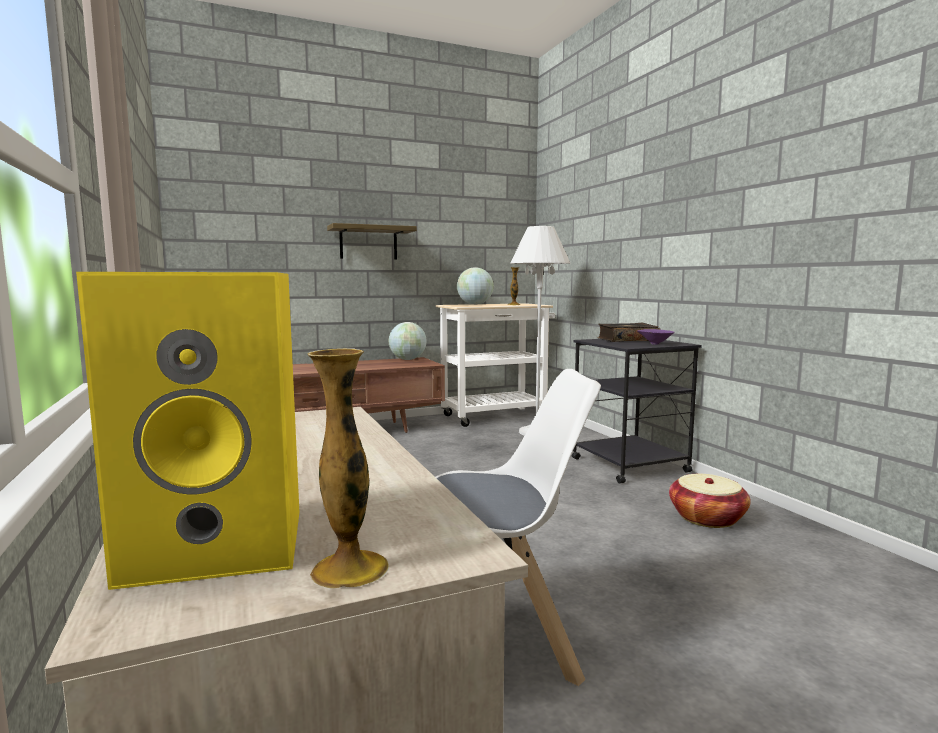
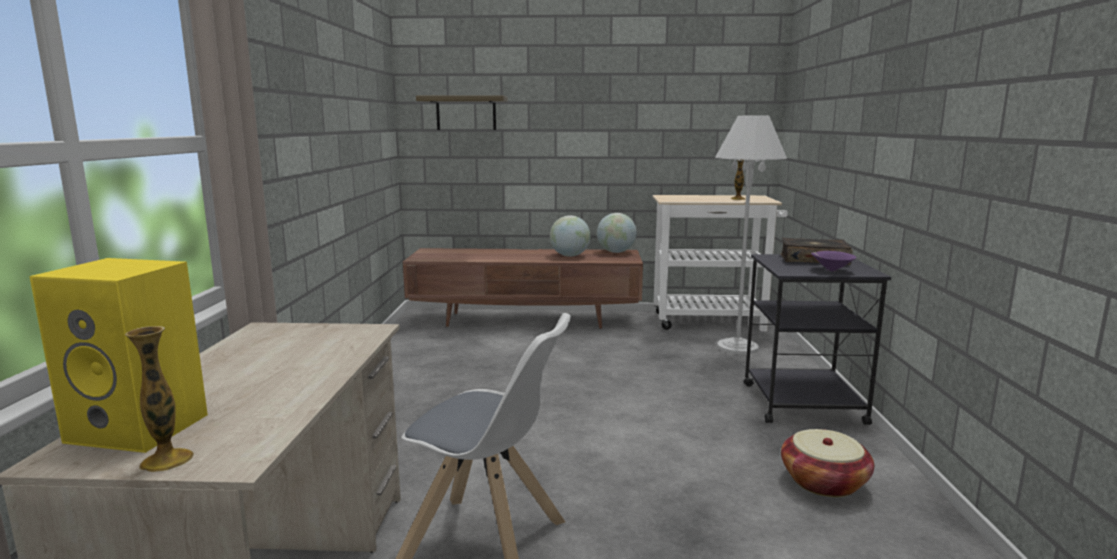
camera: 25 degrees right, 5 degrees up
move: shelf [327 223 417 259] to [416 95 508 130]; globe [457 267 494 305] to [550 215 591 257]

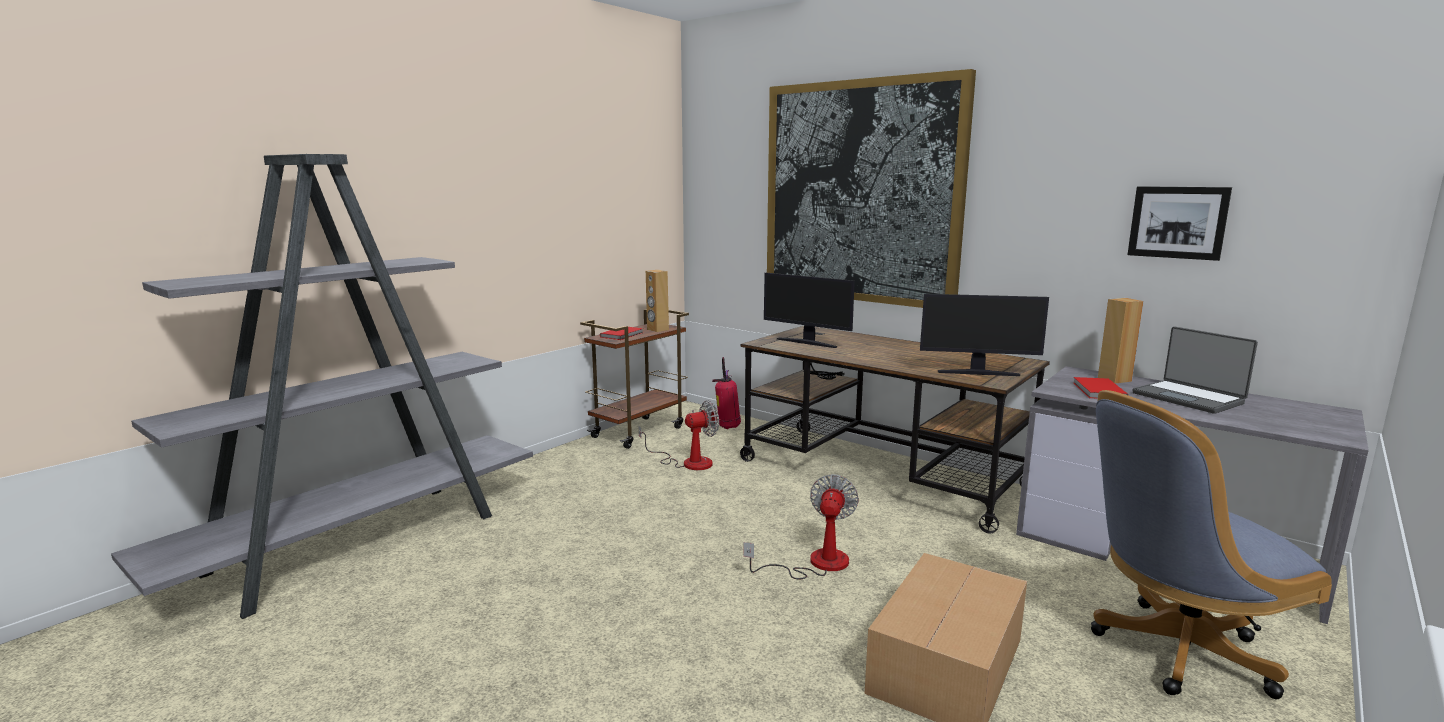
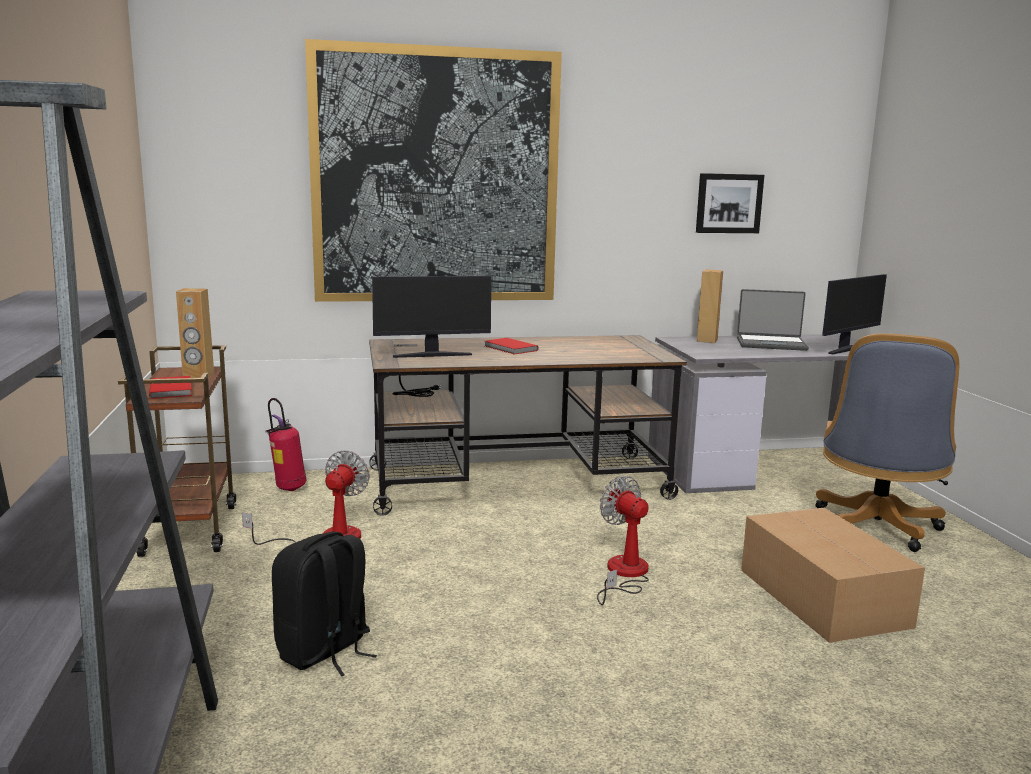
camera: 50 degrees left, 0 degrees up
insert: black backpack [272 532 377 676]
move: monitor [920 294 1049 376] to [822 274 887 354]; red book [1074 377 1129 399] to [485 338 539 355]

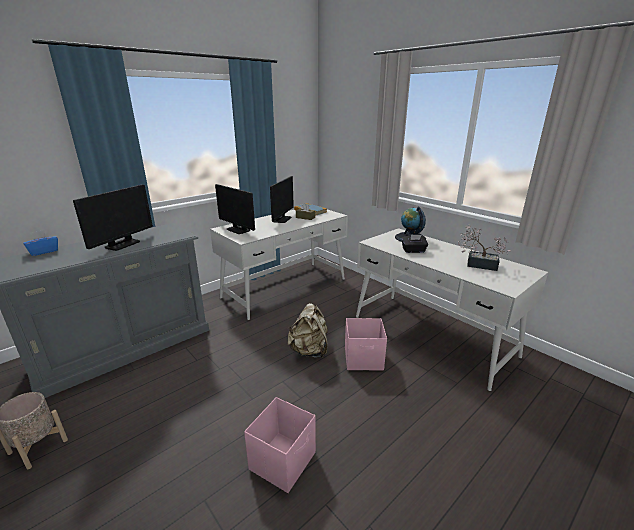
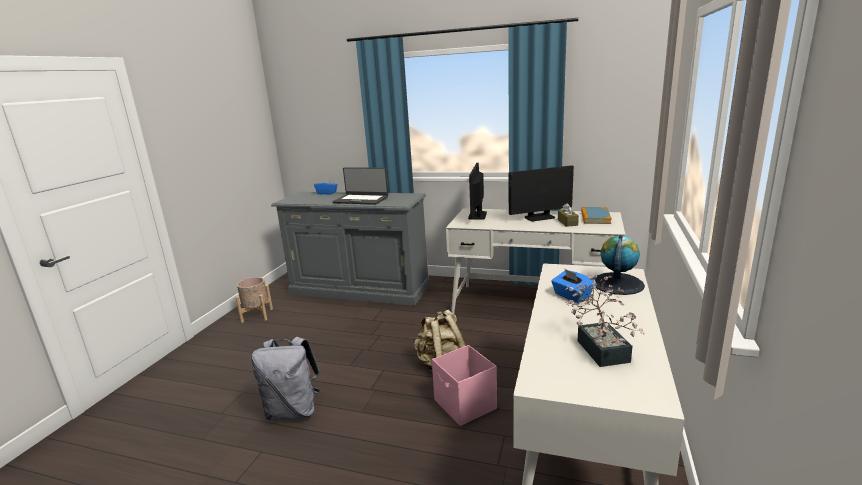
camera: 60 degrees right, 5 degrees down
replace: monitor [73 184 153 251] to laptop [332 167 388 205]; pink storage box [244 397 316 493] to grey backpack [251 337 320 420]
recolor: black tissue box [402 234 428 253] to blue tissue box [551 269 594 303]

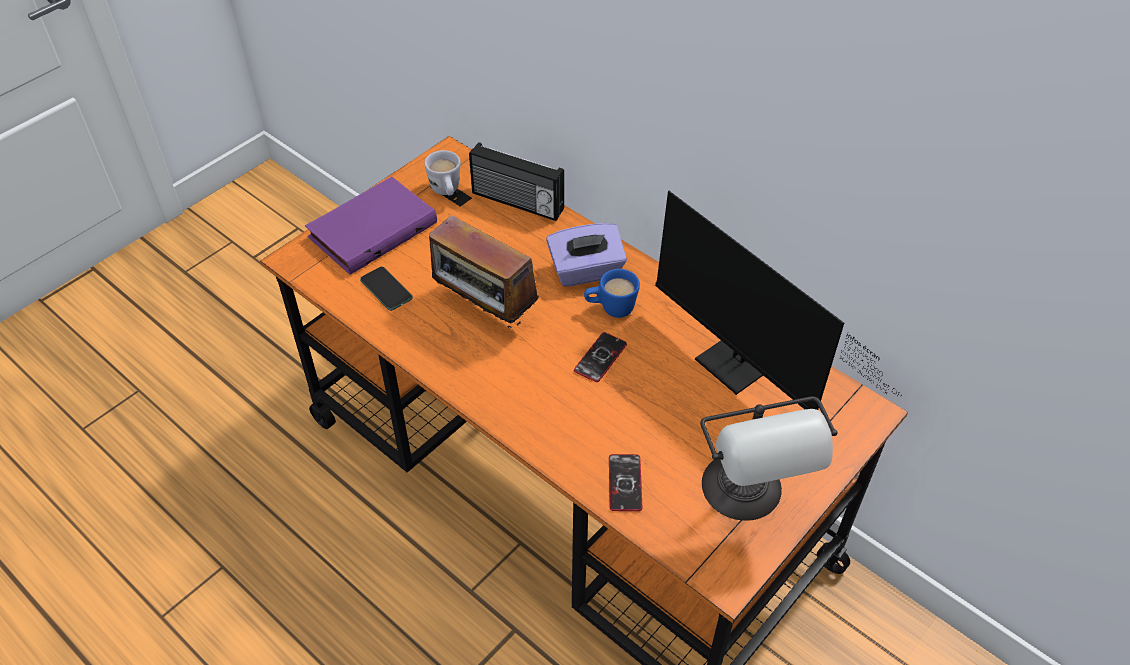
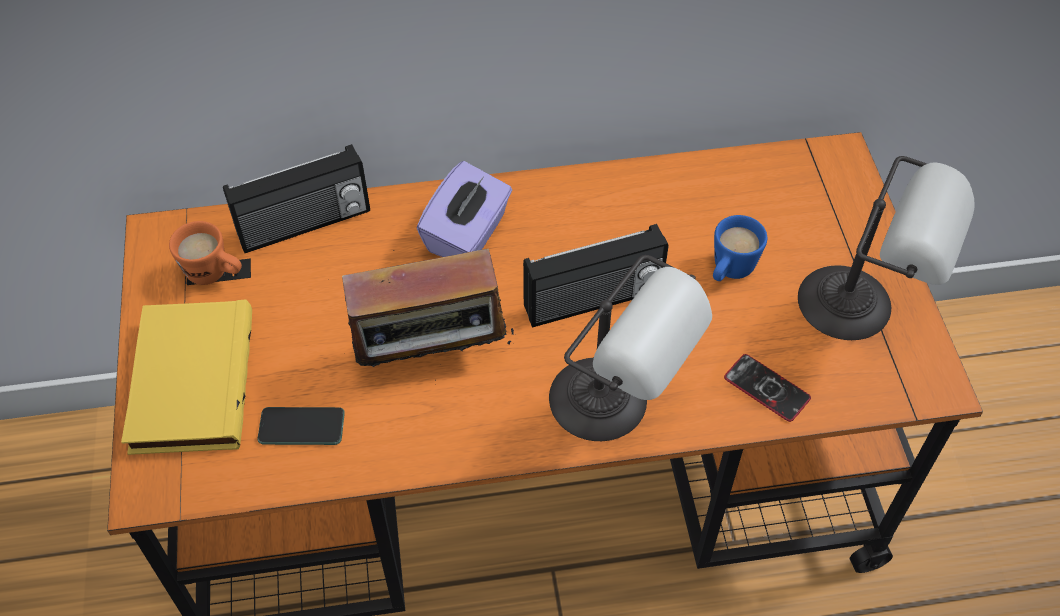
camera: 50 degrees left, 5 degrees up
delete: monitor [655 191 902 410]
insert: table lamp [549 255 712 441]
move: blue mug [584 269 640 318] to [713 215 767 281]
replace: phone [574 332 627 382] to radio [523 224 669 328]
recolor: purple book [305 177 437 275] to yellow book [121 300 252 455]; white mug [424 150 461 195] to orange mug [169 221 242 285]

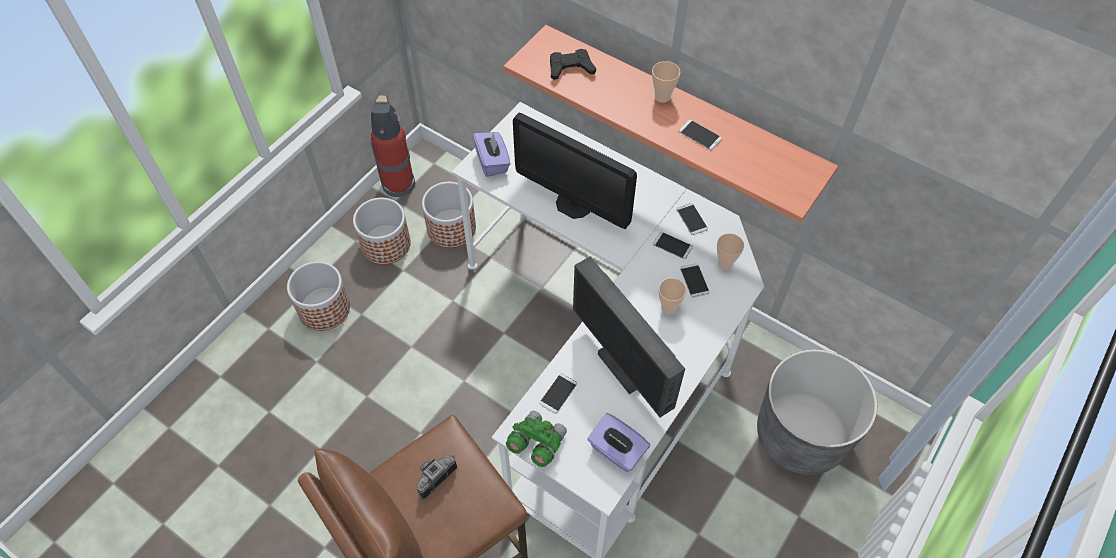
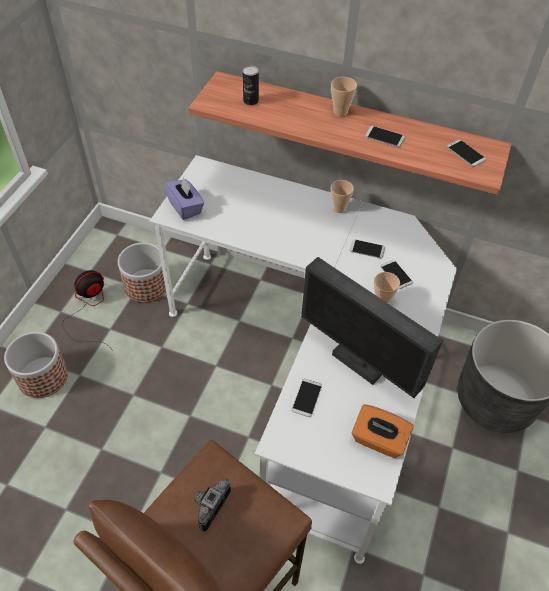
camera: 15 degrees left, 5 degrees down
delete: fire extinguisher [371 95 416 197]; green binoculars [506 411 567 467]; monitor [513 113 637 229]
move: phone [677 203 708 235] to [447 140 486 167]; cup [717 234 744 270] to [331 180 354 213]
replace: planter [353 198 411 265] to fan [62 270 113 351]; black game controller [550 49 596 80] to can [243 66 259 105]
recolor: purple tissue box [587 413 650 472] to orange tissue box [352 404 414 458]

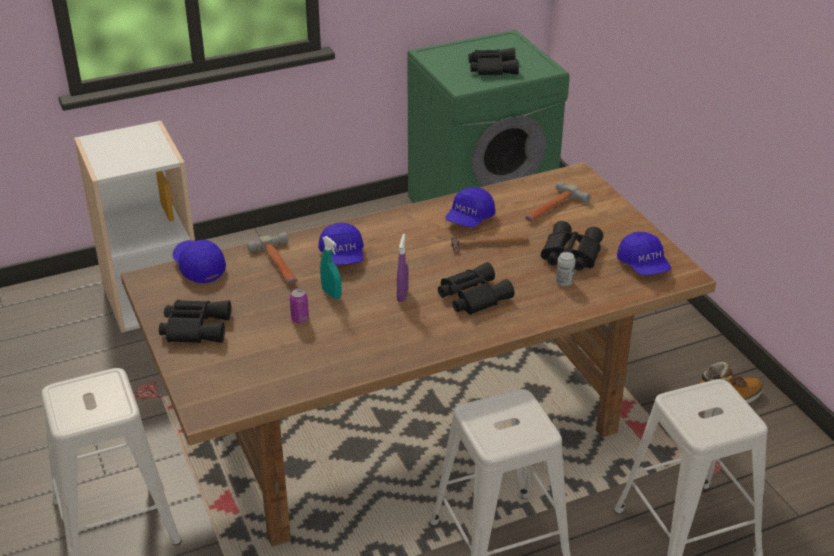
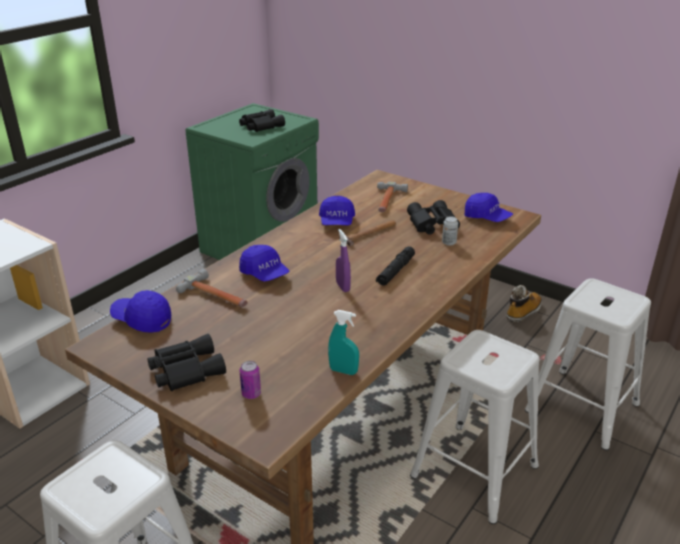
camera: 30 degrees left, 5 degrees down
move: can [290 288 309 323] to [240 361 261 399]; turquoise spray bottle [320 236 342 299] to [328 310 359 375]
replace: black binoculars [438 262 515 315] to black flashlight [376 246 415 286]

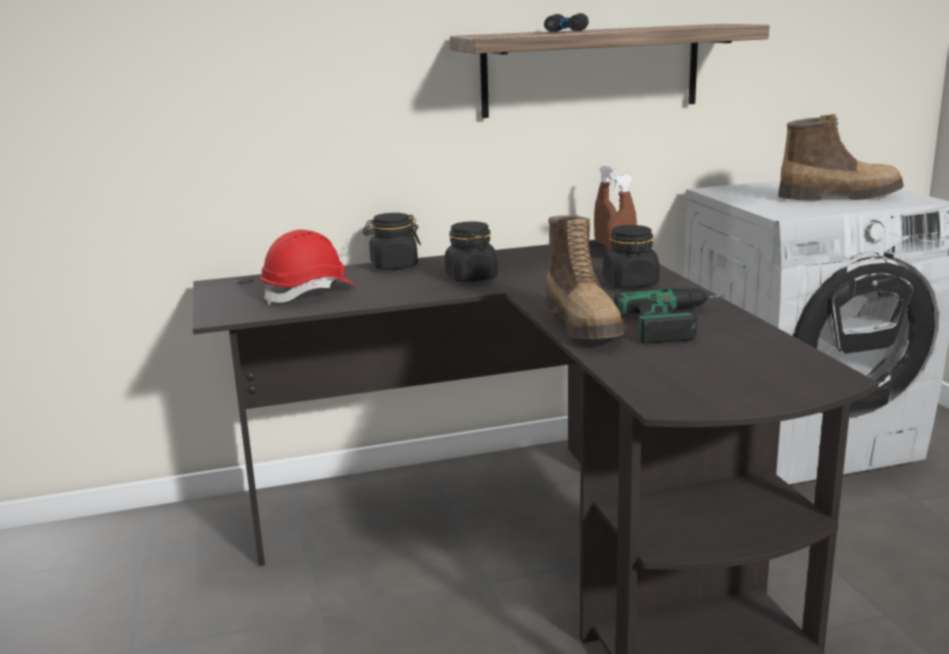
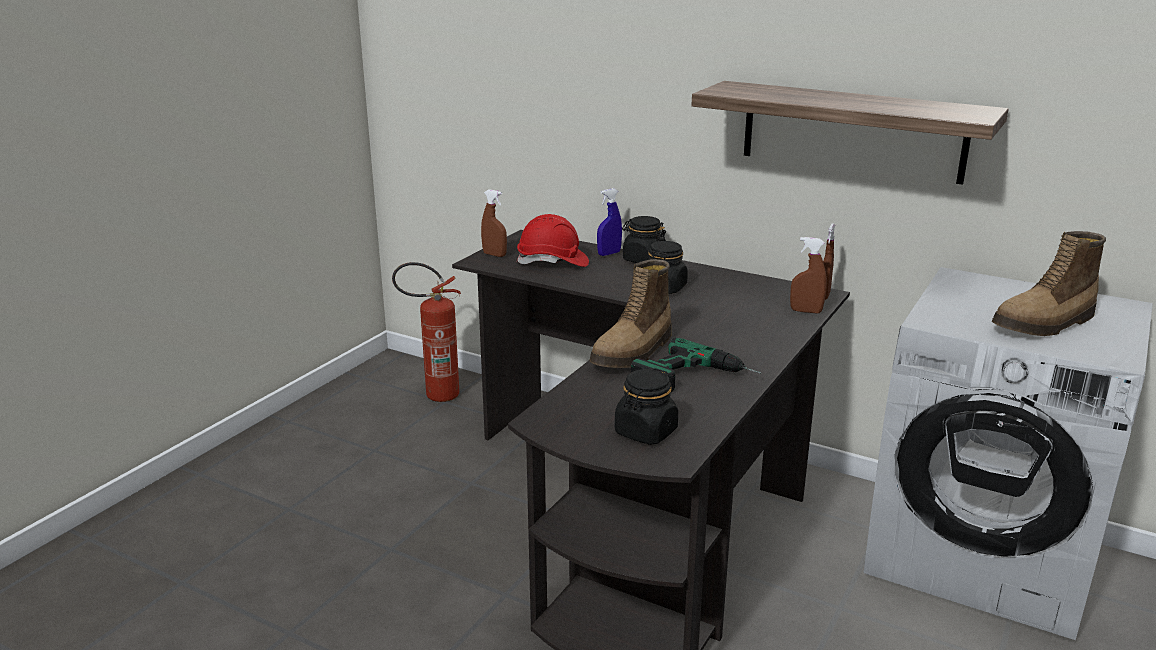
camera: 45 degrees right, 5 degrees up
delete: black binoculars [544 13 589 32]
insert: fire extinguisher [392 262 461 402]; brown spray bottle [481 189 507 257]; blue spray bottle [597 188 622 256]
move: black jar [603 225 660 288] to [615 368 678 445]
rotate: boot [778 114 904 201] = [992 231 1106 336] 105 degrees clockwise

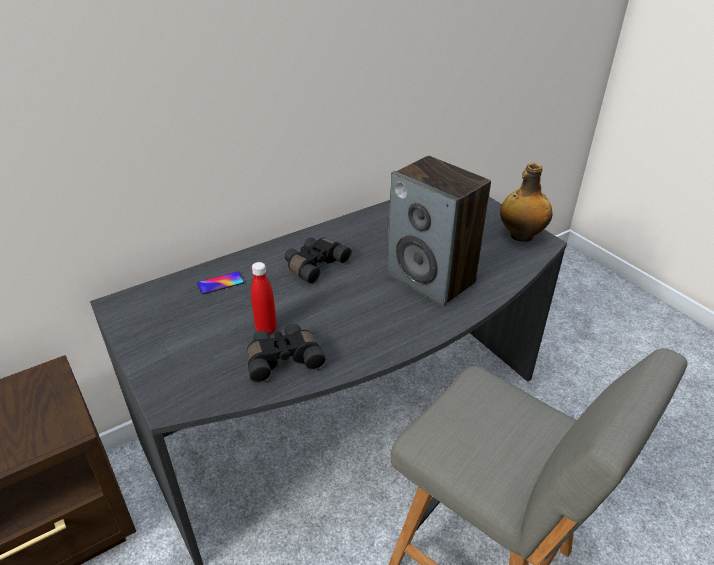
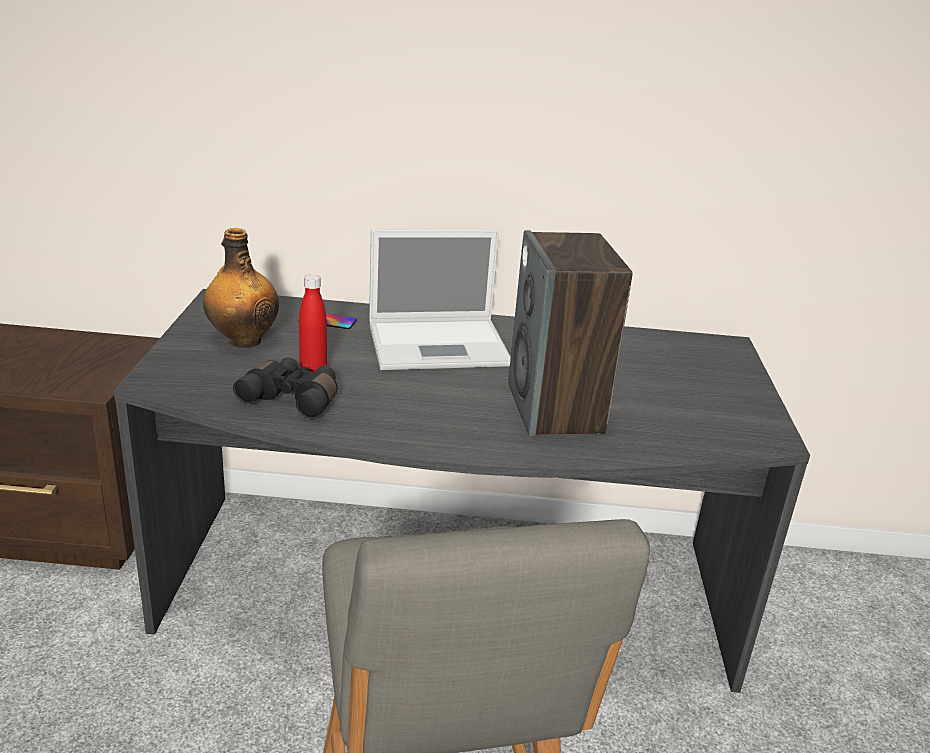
camera: 35 degrees right, 10 degrees down
move: bottle [500 163 553 242] to [203 228 279 348]
replace: black binoculars [285 237 352 284] to laptop [369 230 511 370]

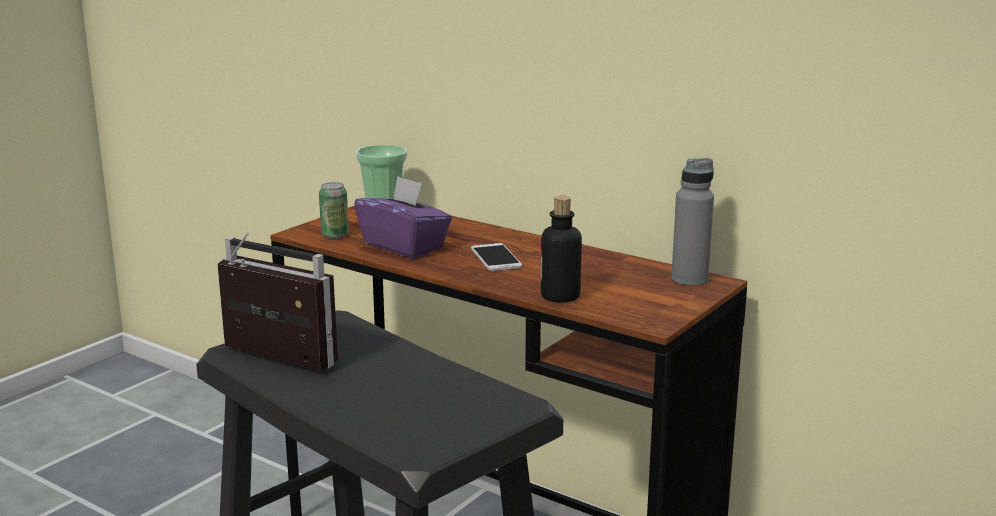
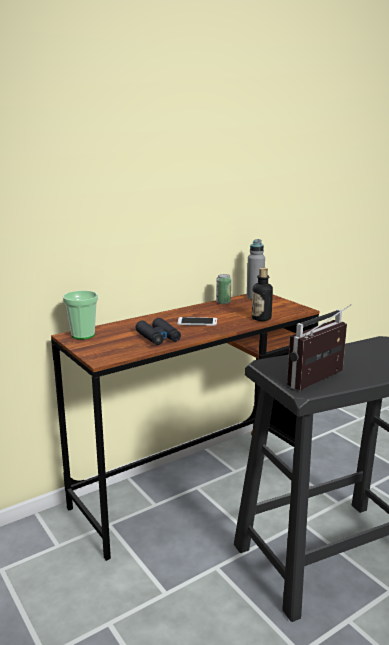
camera: 70 degrees left, 0 degrees up
move: can [319 182 349 239] to [216 274 231 304]
replace: purple tissue box [354 176 452 258] to black binoculars [135 318 181 345]

